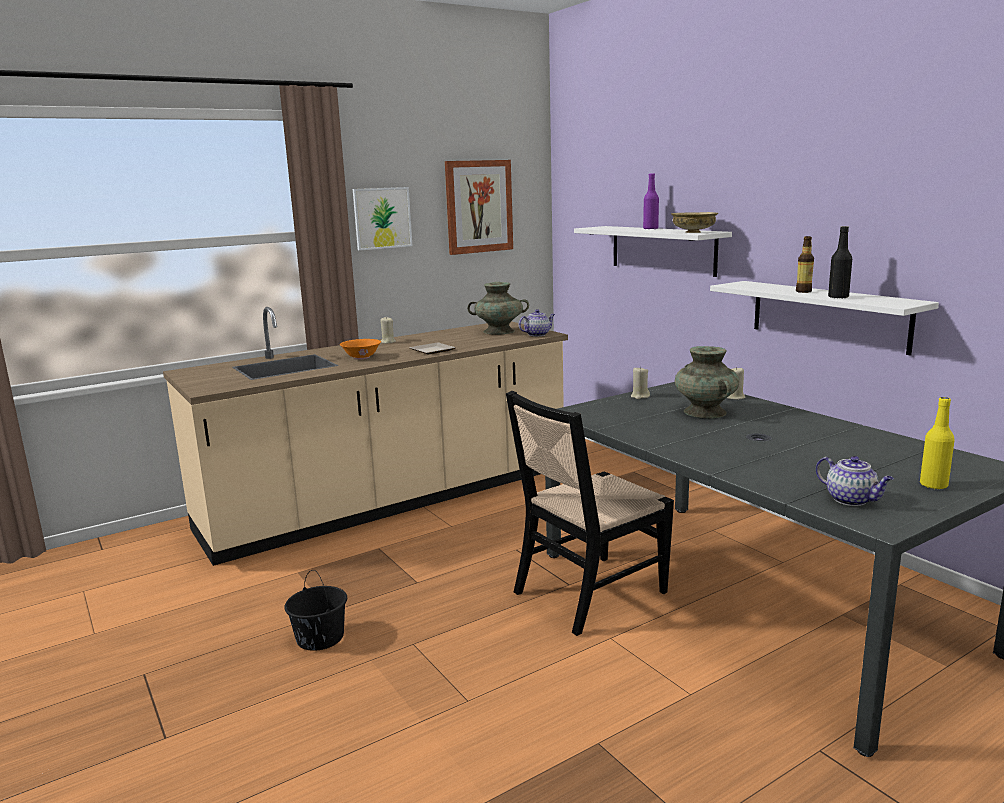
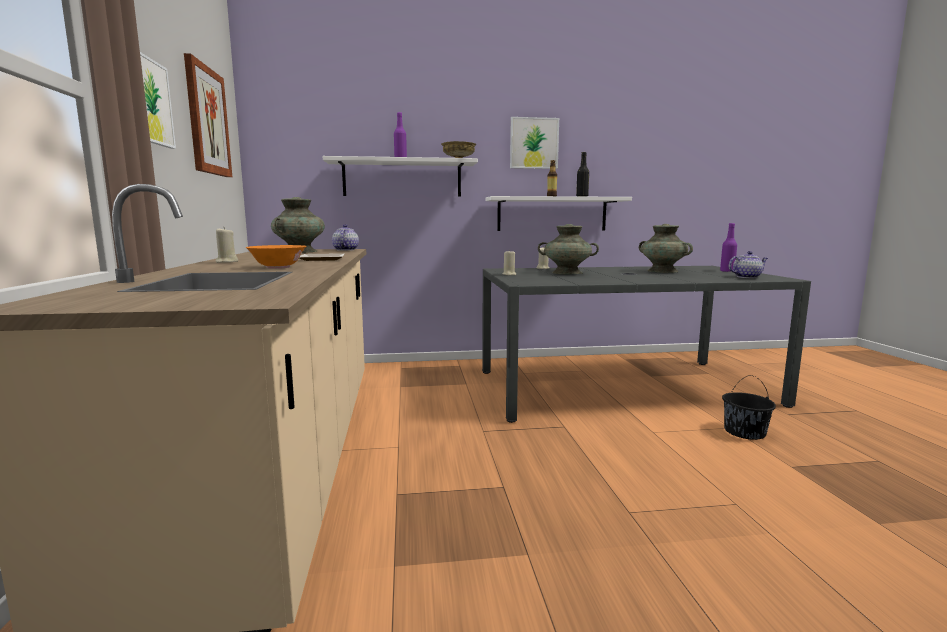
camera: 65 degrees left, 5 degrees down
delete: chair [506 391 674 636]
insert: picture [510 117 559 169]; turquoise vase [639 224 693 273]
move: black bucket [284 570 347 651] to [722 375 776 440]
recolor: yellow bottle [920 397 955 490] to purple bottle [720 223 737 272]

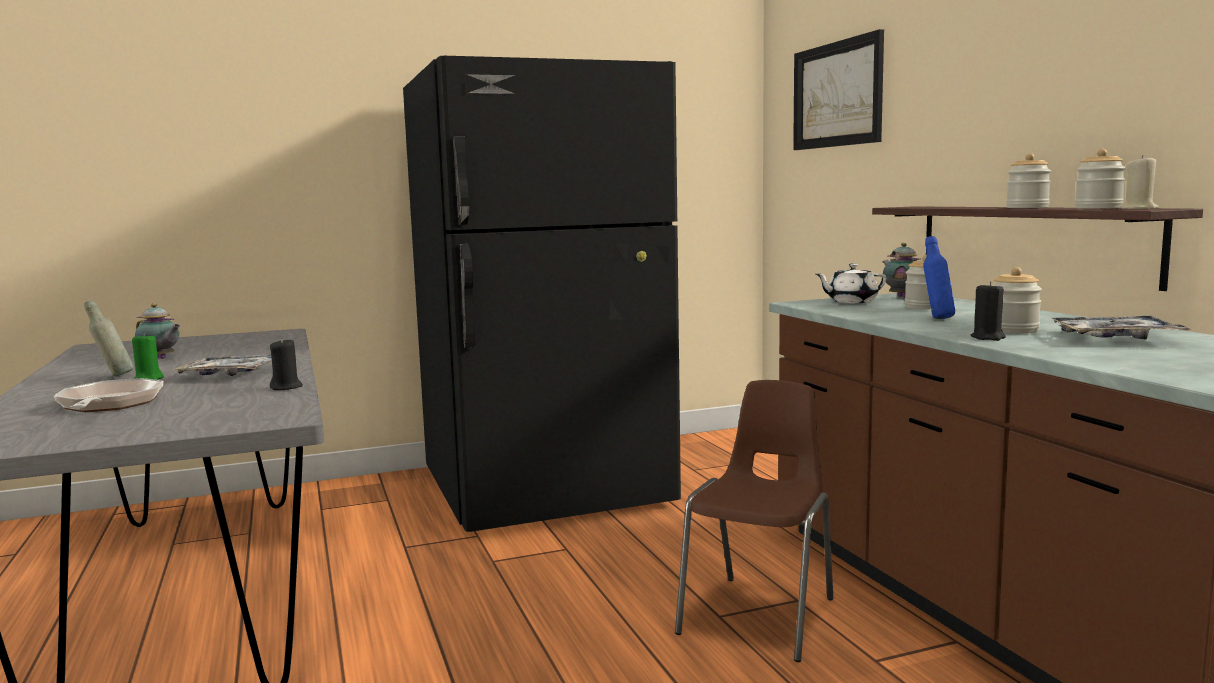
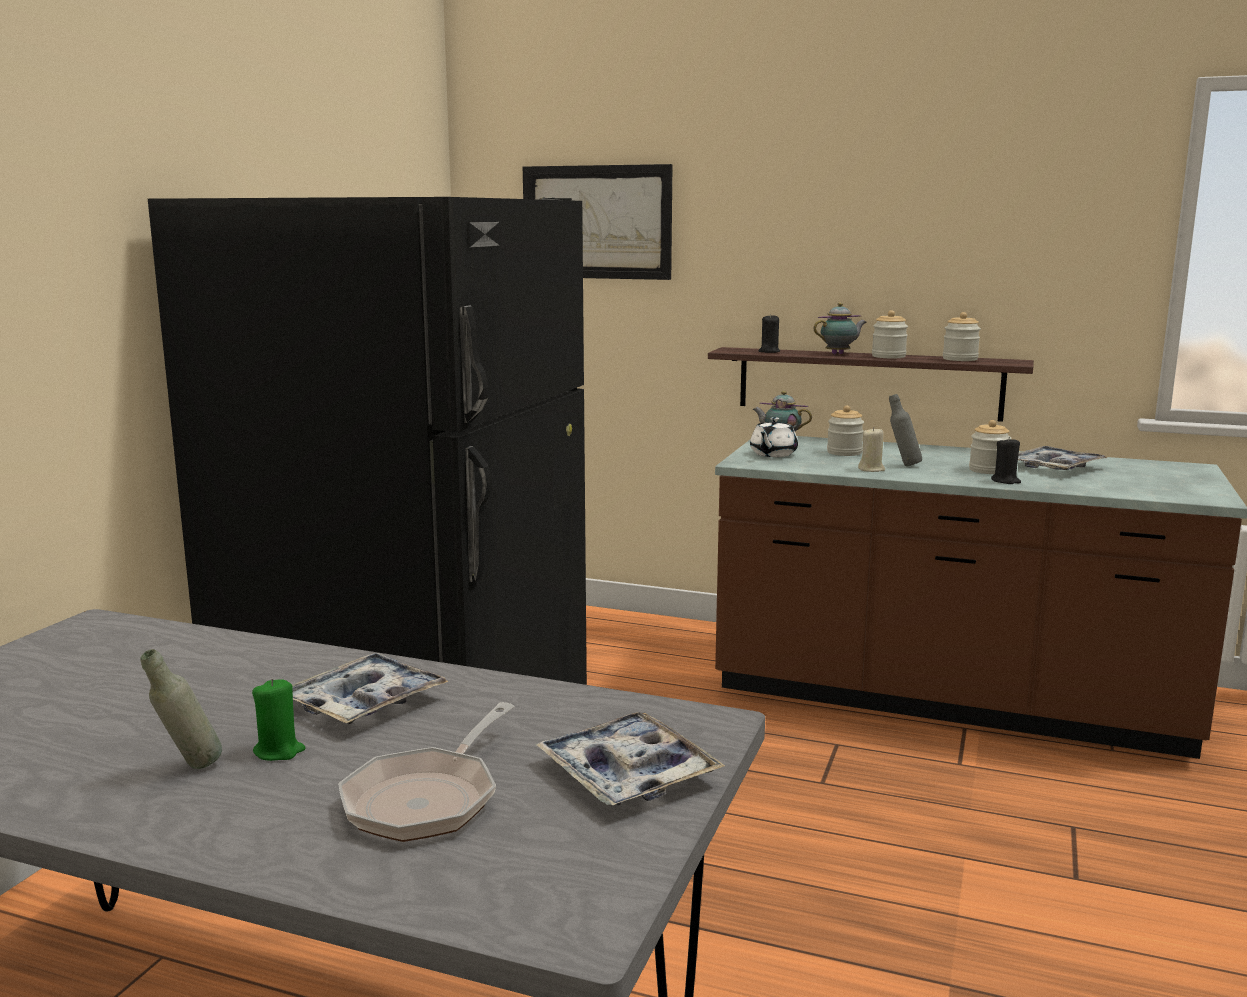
camera: 50 degrees left, 5 degrees up
delete: brown chair [675 380 833 662]
insert: tray [535 712 725 805]
move: teapot [135 303 181 359] to [814 303 867 355]; black candle [270 338 303 390] to [759 314 780 353]; beige candle [1120 155 1159 209] to [858 427 885 472]
recolor: blue bottle [923 236 955 319] to grey bottle [889 394 922 466]
rotate: frying pan [54 378 164 412] = [338 702 515 842] 90 degrees counterclockwise

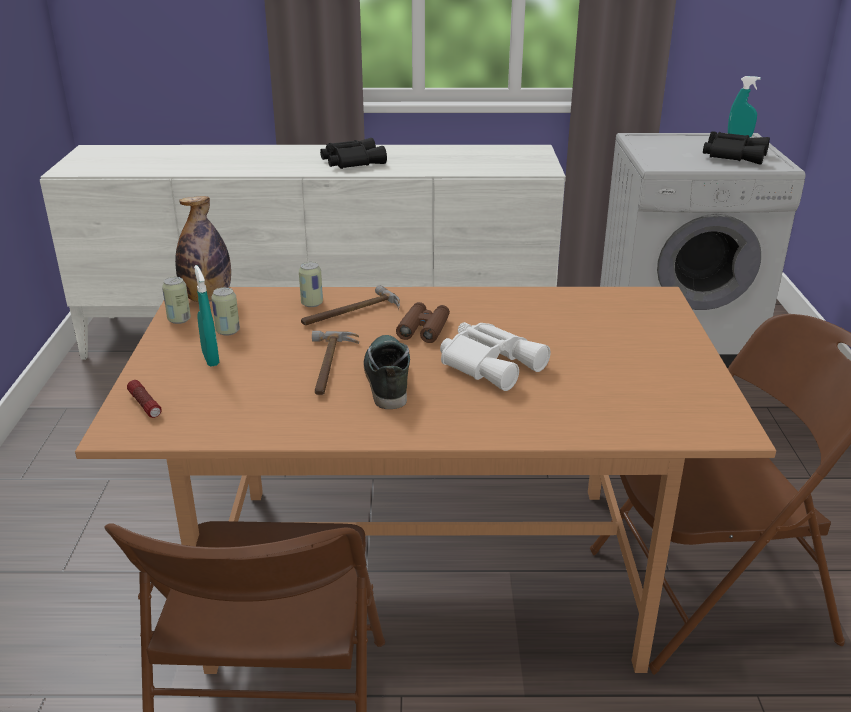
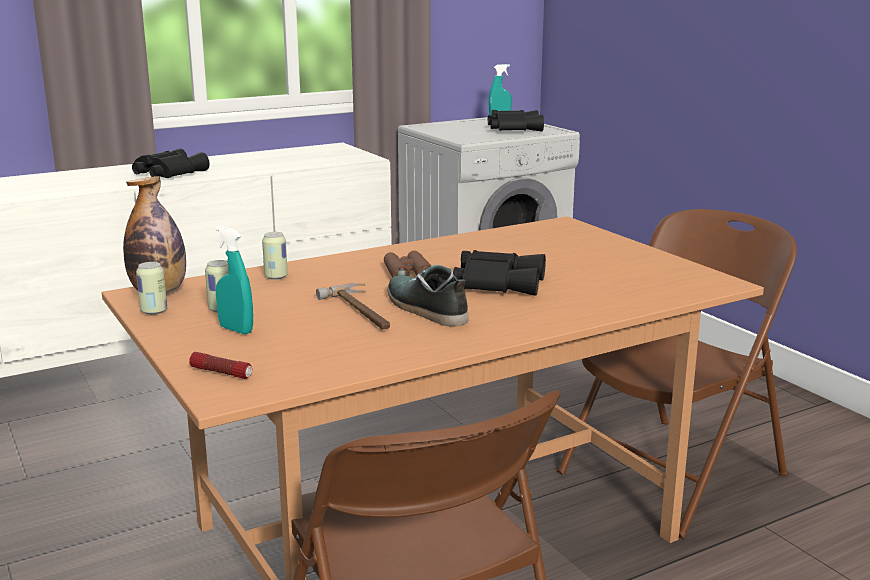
camera: 30 degrees left, 10 degrees down
delete: hammer [301 285 400 325]
recolor: white binoculars [440 322 551 391] to black binoculars [453 250 546 296]

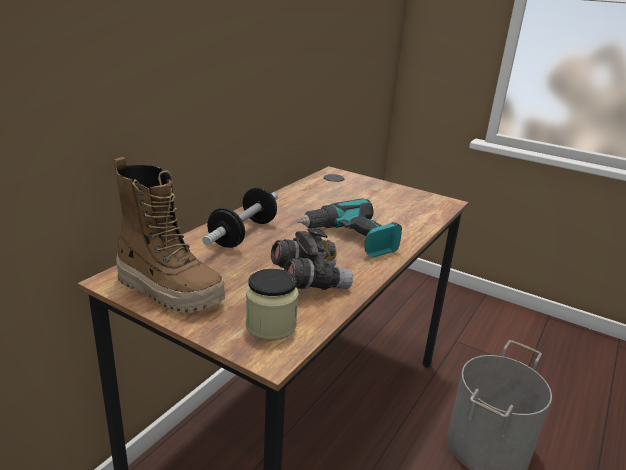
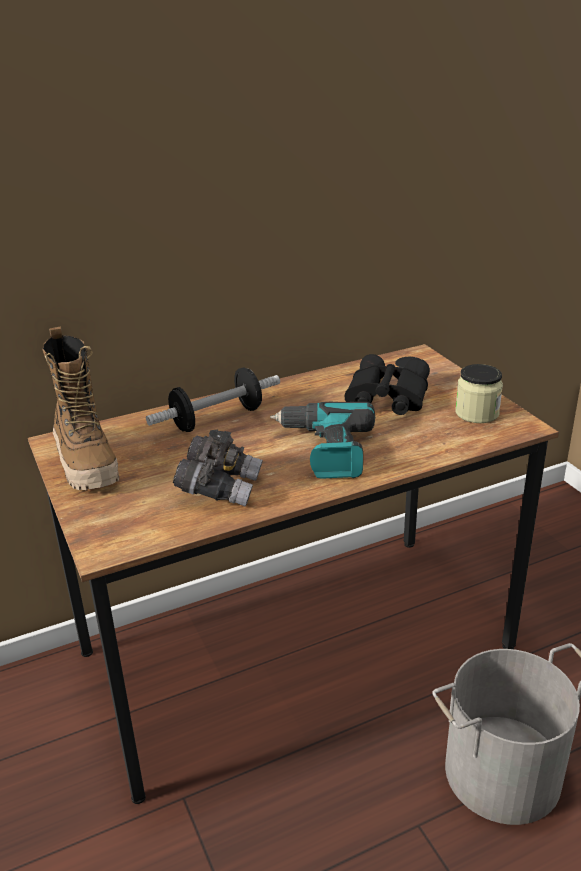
camera: 35 degrees right, 5 degrees up
insert: black binoculars [345 354 430 415]
move: jar [246 269 299 340] to [455 364 503 423]

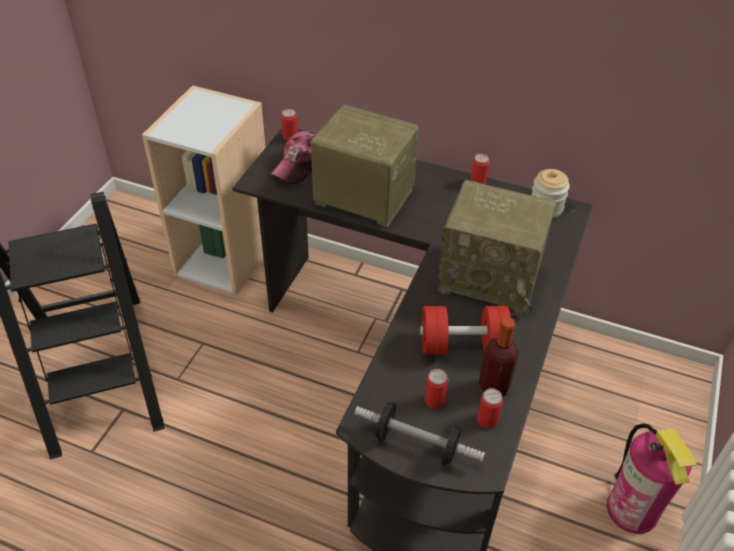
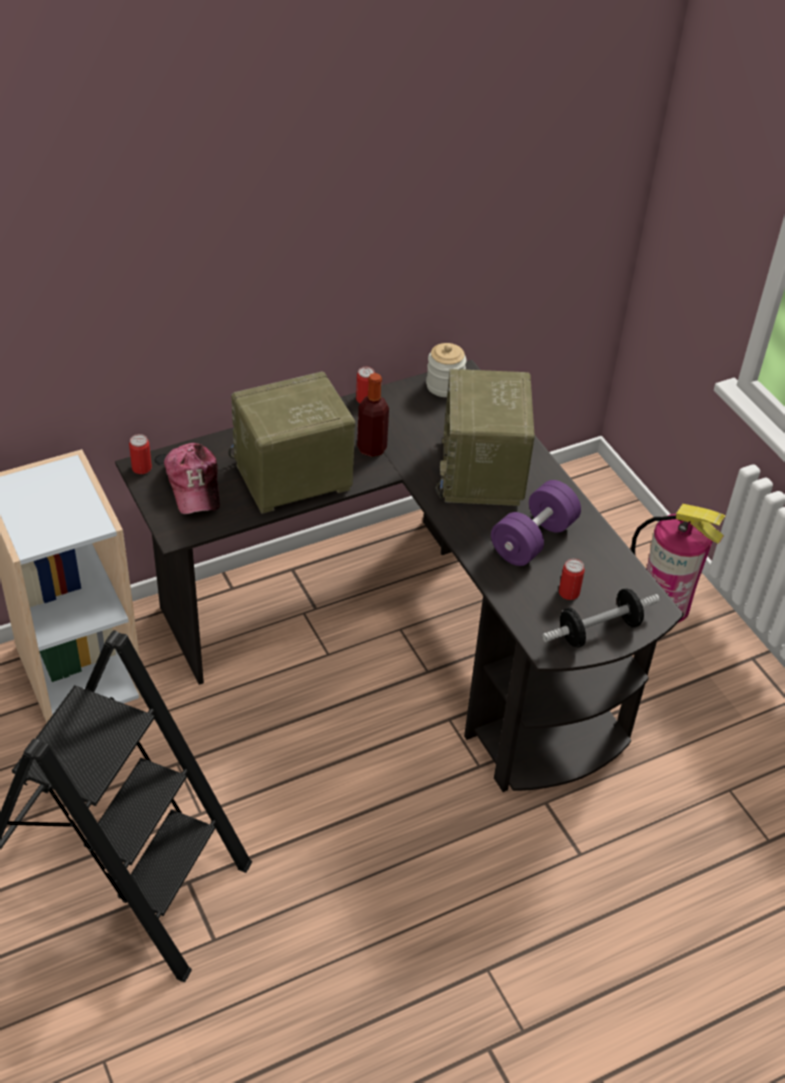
camera: 50 degrees left, 0 degrees up
delete: can [477 388 503 429]
move: bottle [478 317 519 397] to [357 373 389 457]
recolor: red dumbbell [420 306 511 355] to purple dumbbell [491 480 581 566]
rotate: radio [437 180 556 316] = [435 369 535 506] 120 degrees clockwise

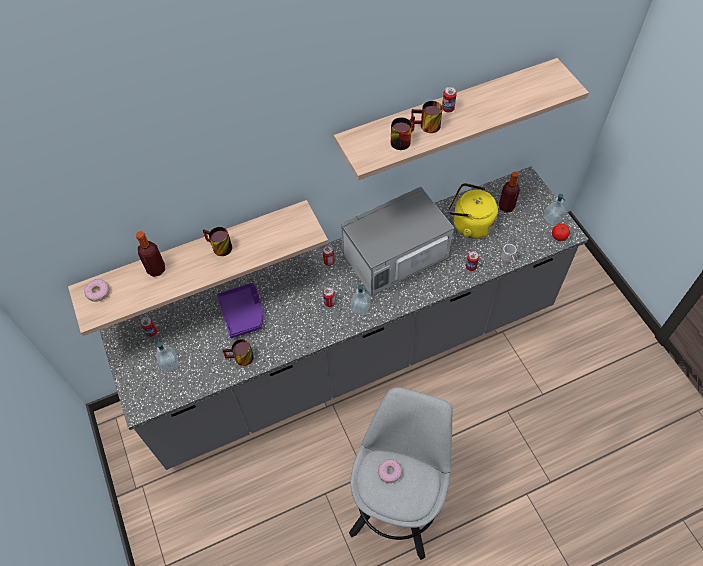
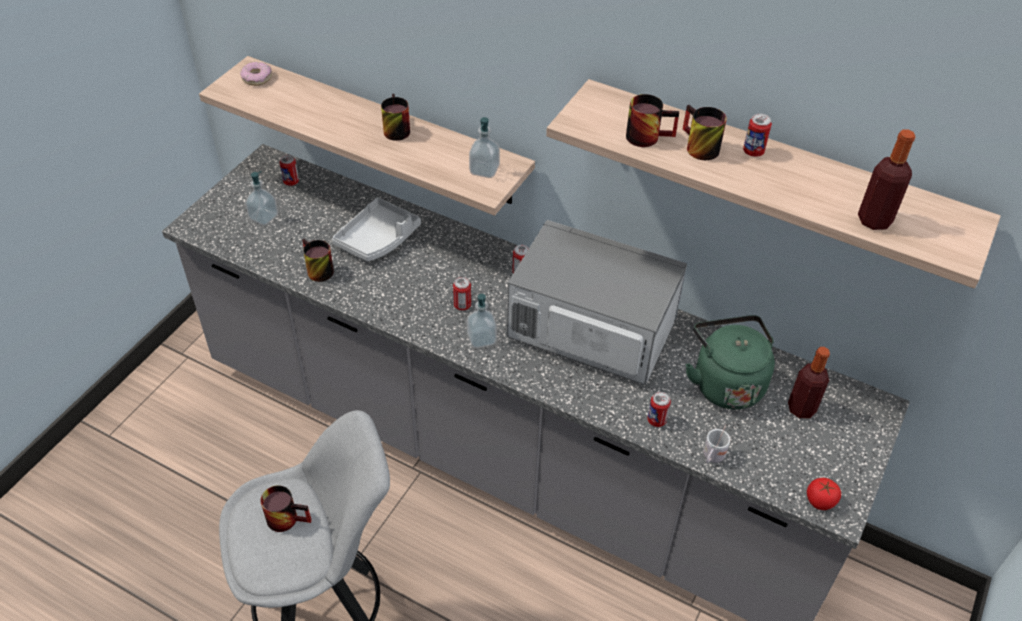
camera: 50 degrees right, 10 degrees down
move: bottle [136 231 165 277] to [858 129 915 230]; soap dispenser [543 194 566 226] to [469 117 500 178]
replace: donut [378 459 402 483] to mug [261 485 312 532]
recolor: purple tray [217 283 263 338] to grey tray [332 197 421 261]; yellow kettle [448 183 498 239] to green kettle [686 315 775 409]

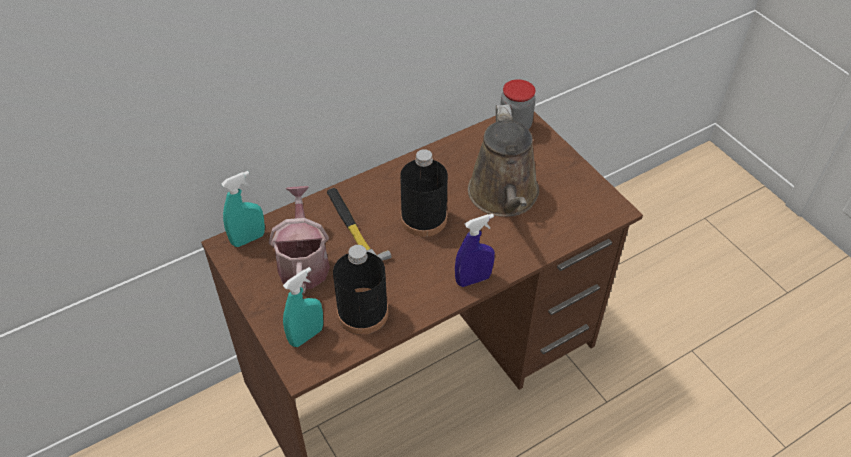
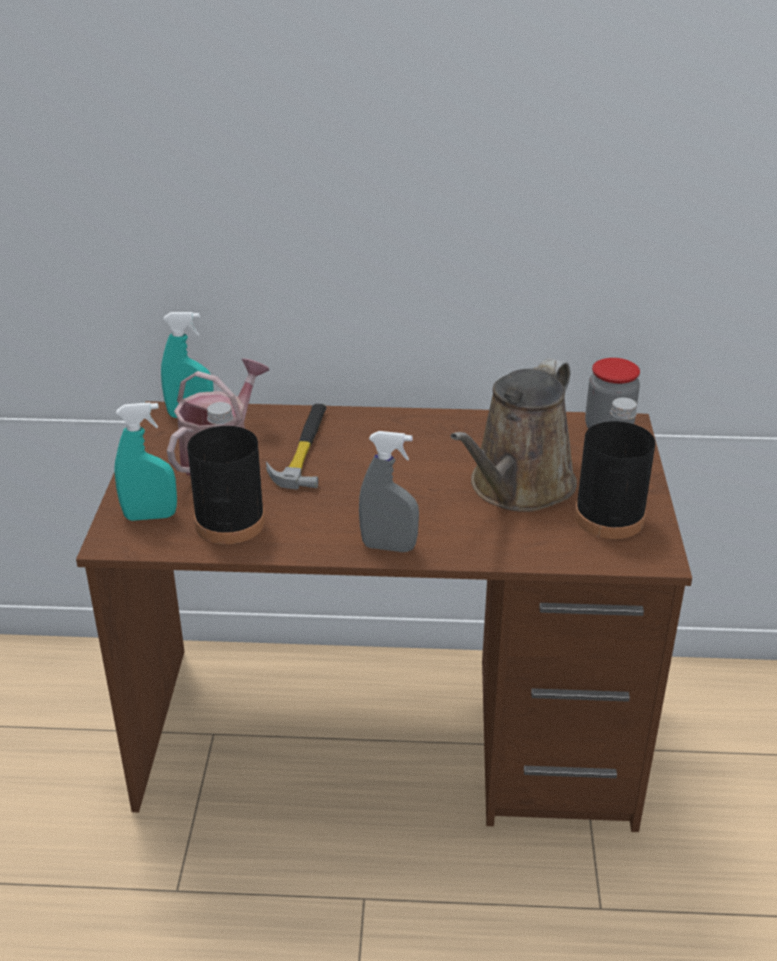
camera: 35 degrees right, 15 degrees down
move: black bottle [400 149 448 237] to [575 398 655 539]
recolor: blue spray bottle [455 214 495 287] to grey spray bottle [359 431 419 552]

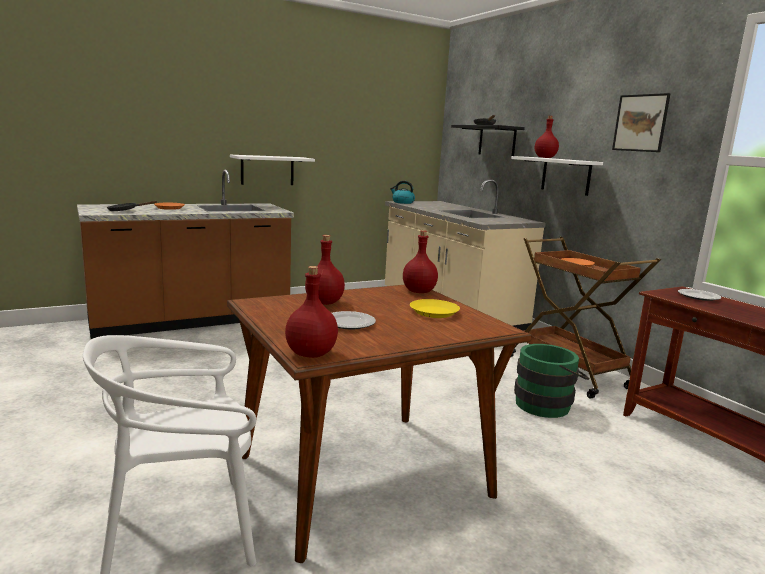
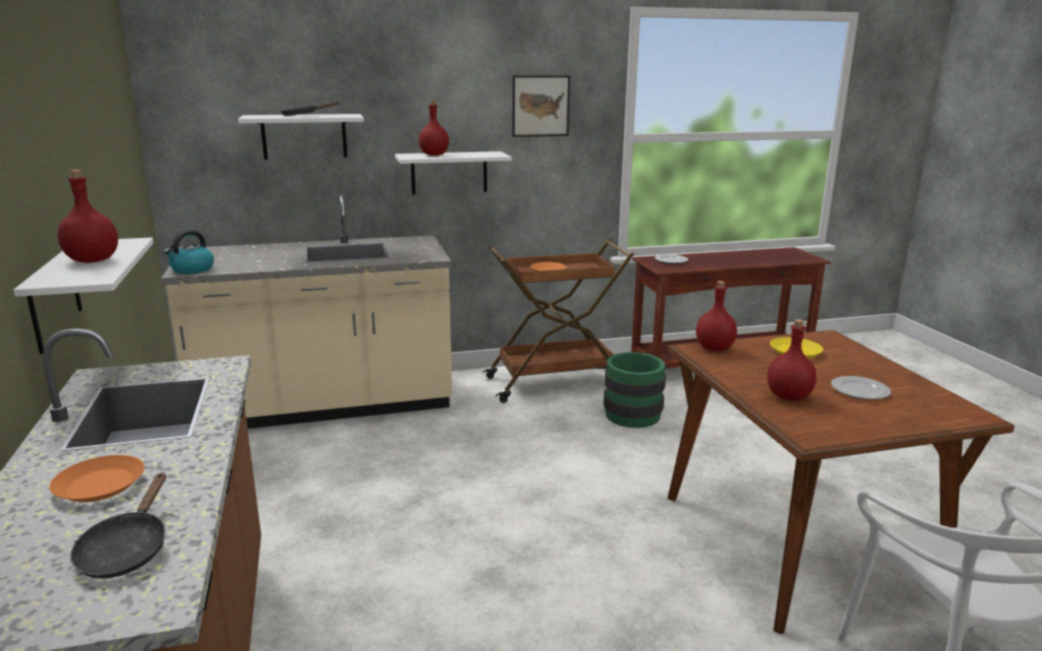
camera: 75 degrees left, 5 degrees up
move: red bottle [285 266 338 358] to [57 170 118 263]
recolor: black shelf [451 125 525 156] to white shelf [238 114 364 160]

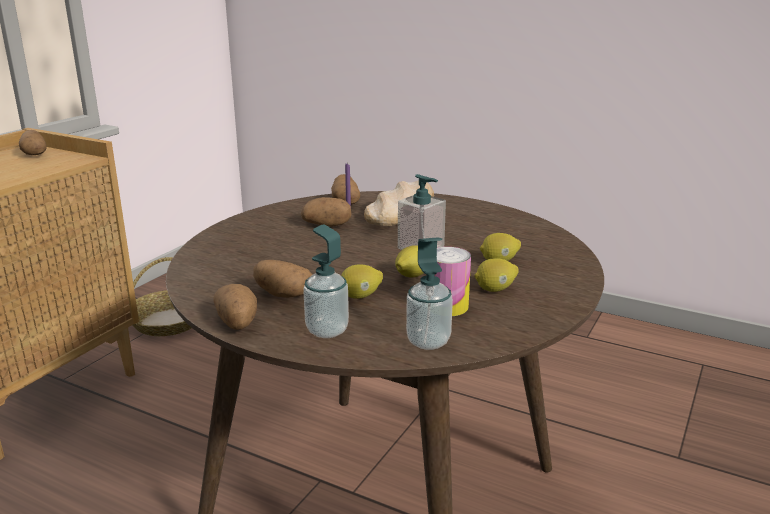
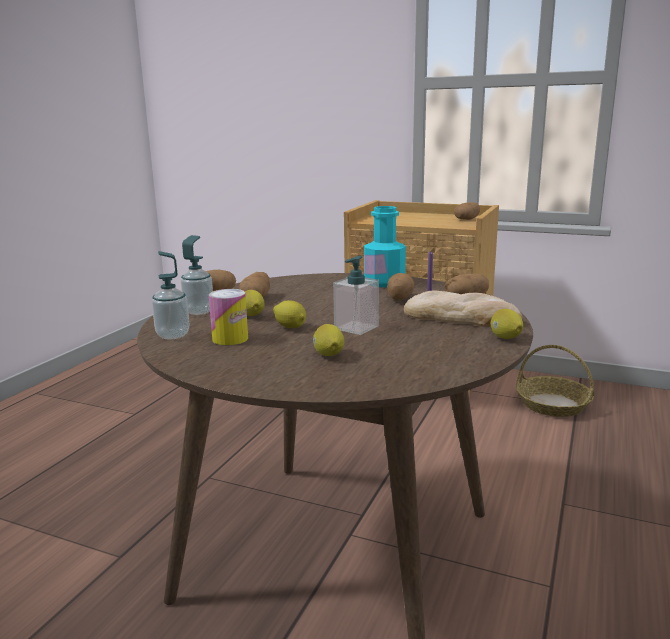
camera: 85 degrees right, 5 degrees down
insert: turquoise bottle [364 206 406 287]
move: lemon [474 258 519 292] to [491 309 523 339]

